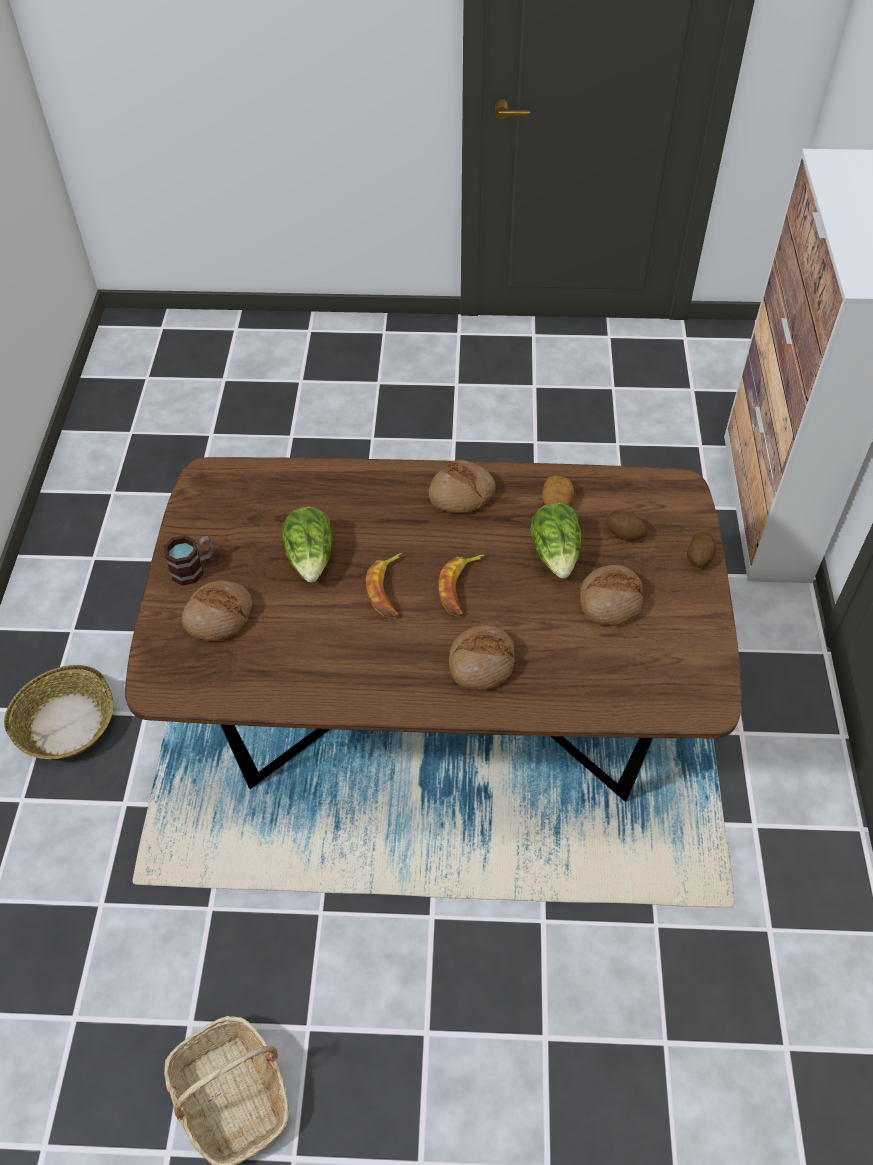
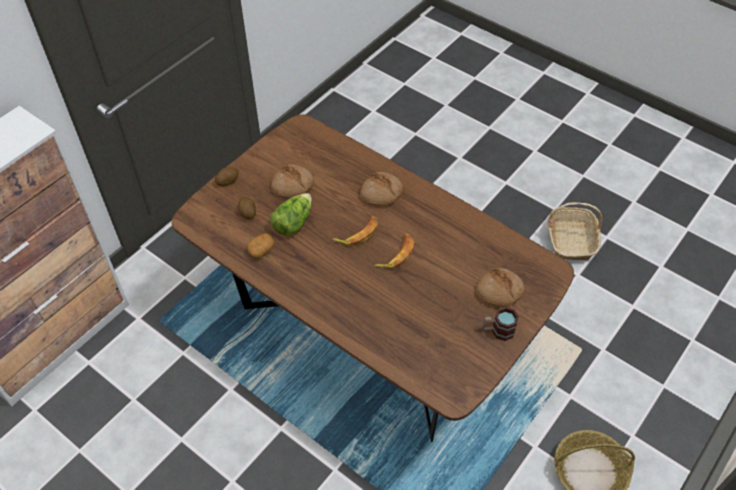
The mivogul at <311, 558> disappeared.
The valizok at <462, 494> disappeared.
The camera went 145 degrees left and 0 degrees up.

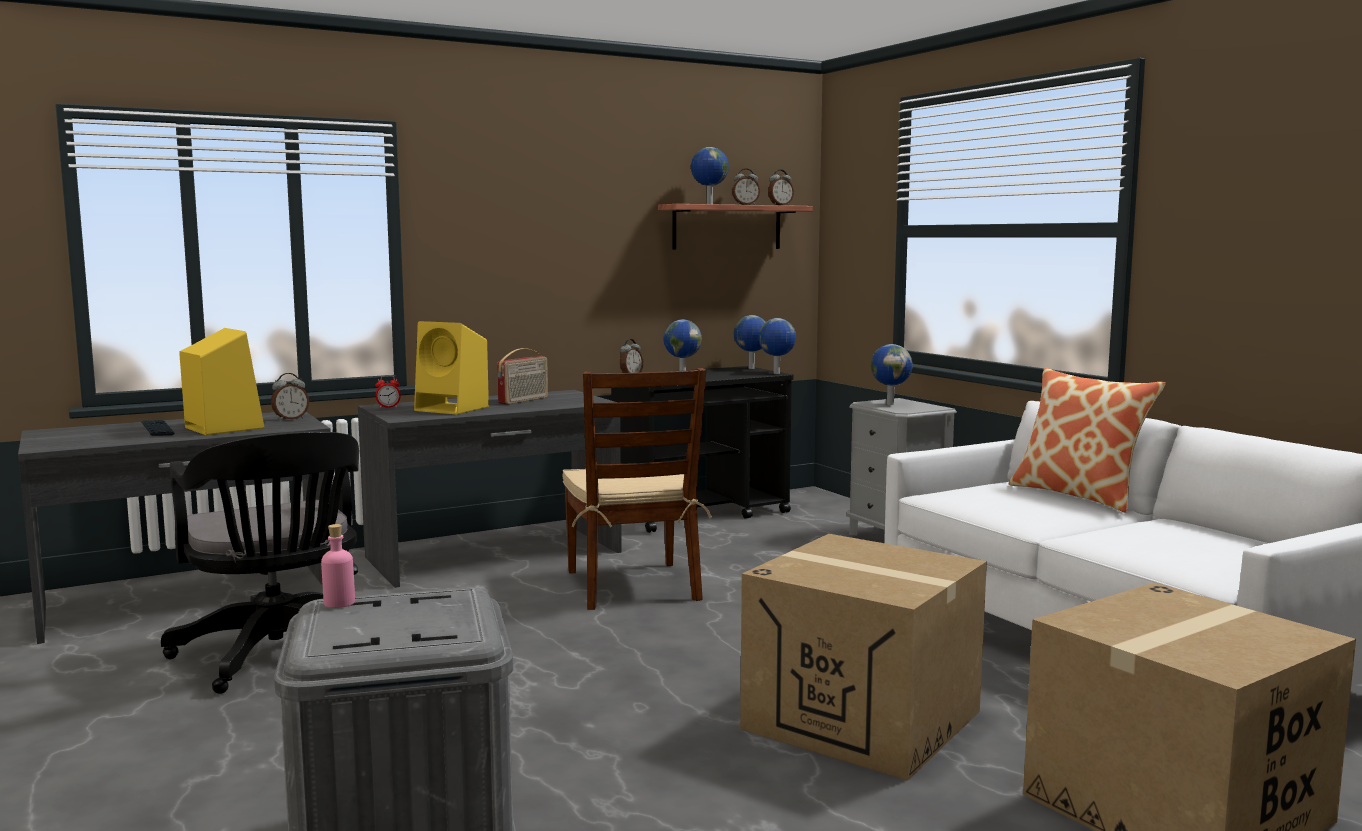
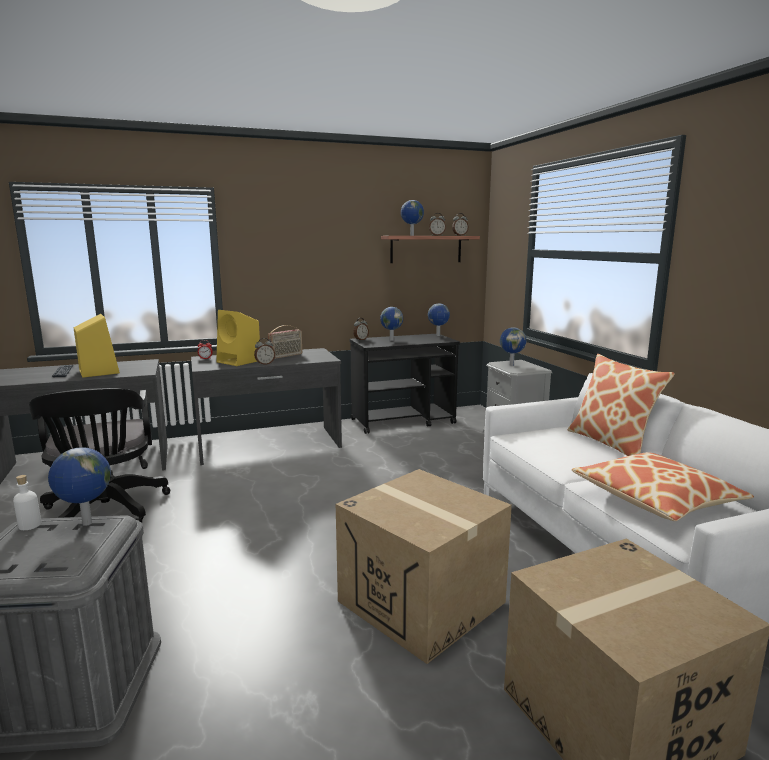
The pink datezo at <339, 603> became the white datezo at <30, 525>.
The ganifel moved from <776, 373> to <86, 523>.
The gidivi moved from <290, 419> to <265, 364>.
The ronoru at <655, 499> appeared.
The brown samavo at <633, 586> disappeared.
The camera went 10 degrees right and 5 degrees up.

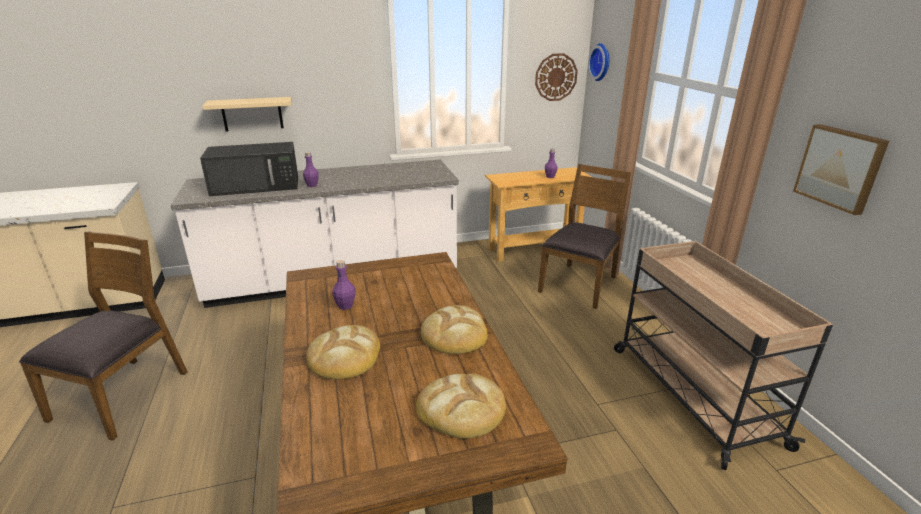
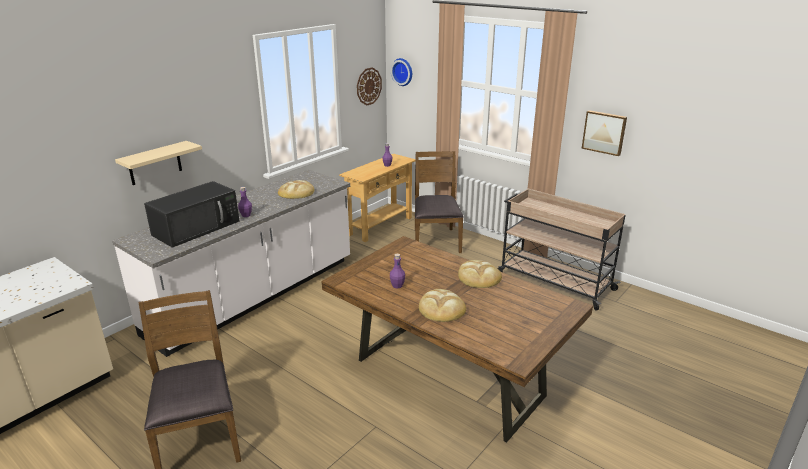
The valizok moved from <462, 409> to <296, 192>.
The camera went 35 degrees left and 0 degrees up.

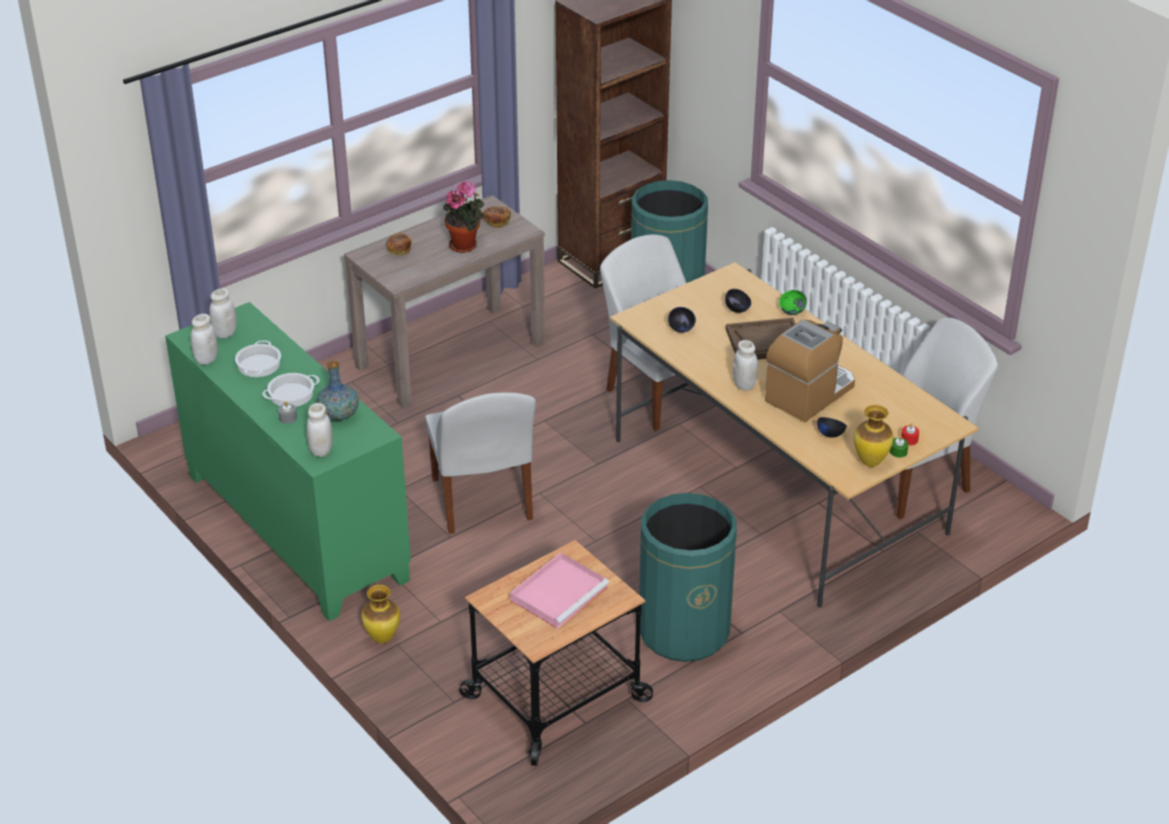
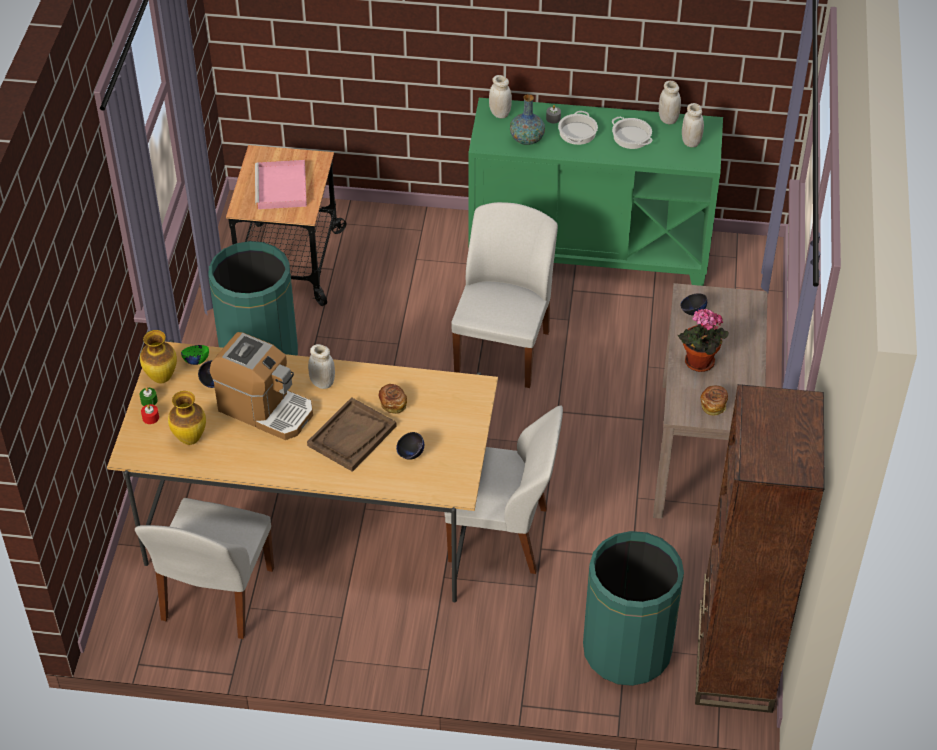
The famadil moved from <382, 638> to <190, 438>.
The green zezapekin moved from <792, 312> to <196, 360>.
The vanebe at <810, 393> turned 60 degrees counterclockwise.
The valizok moved from <399, 250> to <393, 403>.
The white samavo at <482, 501> turned 75 degrees clockwise.
The black zezapekin moved from <681, 329> to <692, 311>.
The camera went 135 degrees right and 10 degrees up.

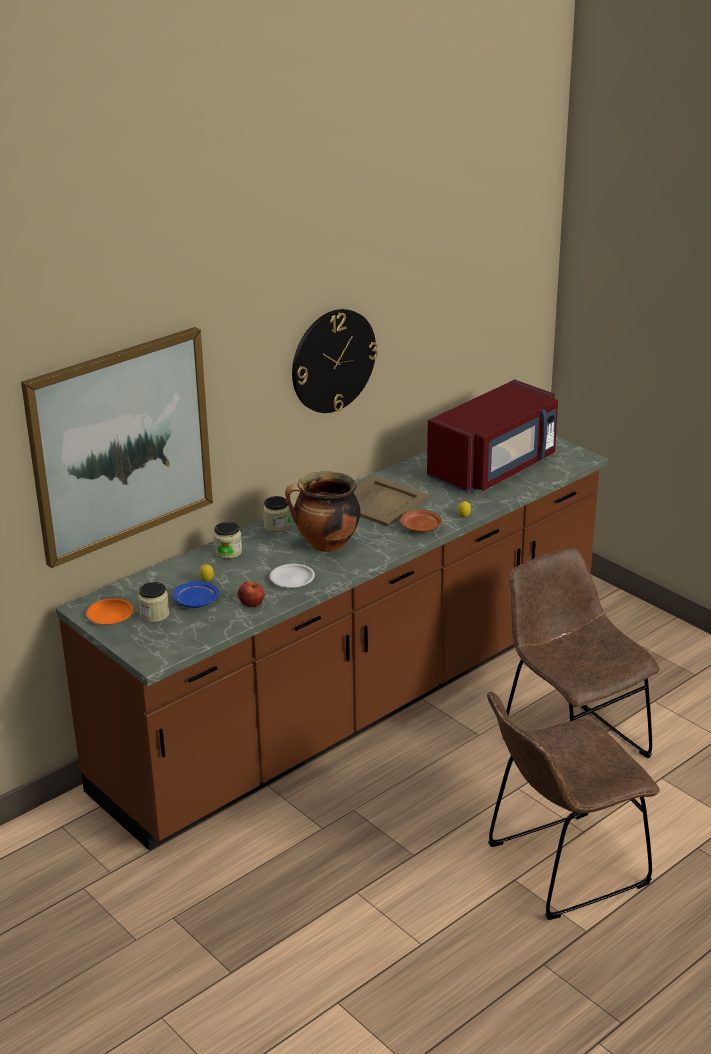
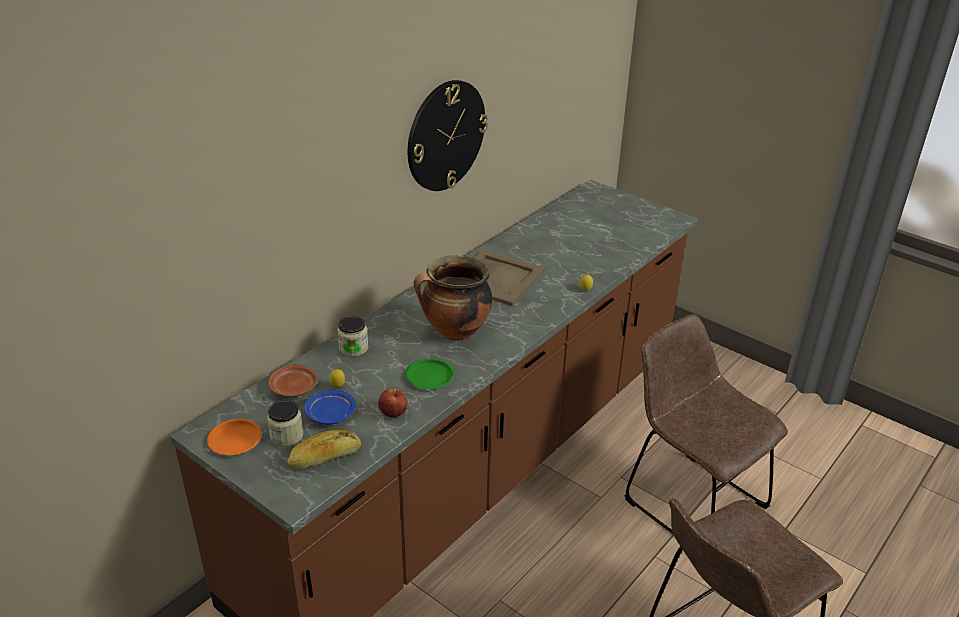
The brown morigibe moved from <421, 528> to <294, 388>.
The valizok at <325, 458> appeared.
The white morigibe at <292, 579> became the green morigibe at <429, 377>.
The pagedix at <121, 445> disappeared.
The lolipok at <277, 526> disappeared.
The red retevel at <494, 468> disappeared.
The camera went 10 degrees left and 5 degrees up.

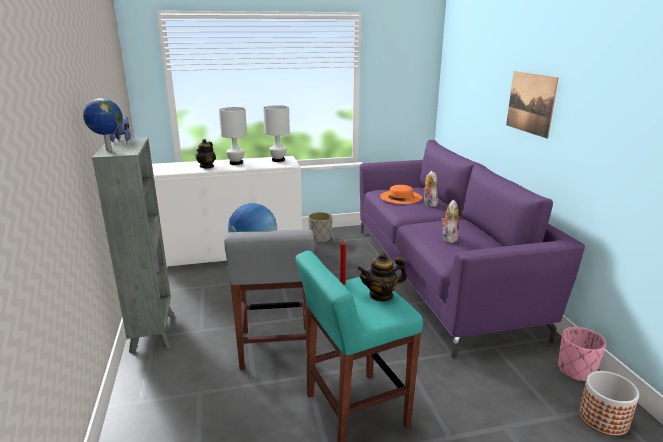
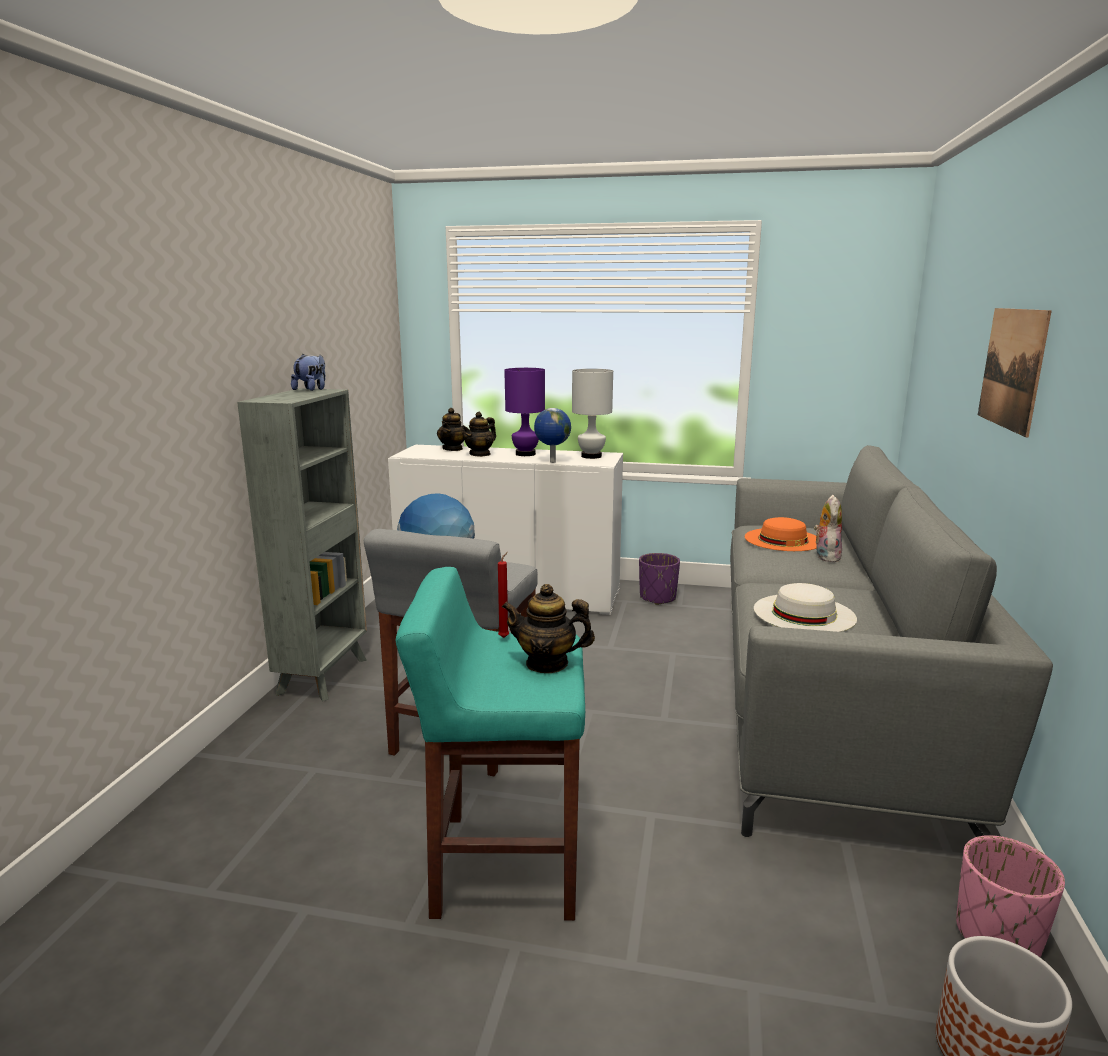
The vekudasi at <453, 449> appeared.
The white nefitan at <236, 163> became the purple nefitan at <525, 454>.
The ganifel moved from <108, 150> to <552, 462>.
The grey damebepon at <320, 238> became the purple damebepon at <658, 598>.
The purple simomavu at <439, 276> became the grey simomavu at <824, 694>.
The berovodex at <448, 238> was replaced by the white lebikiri at <804, 613>.
The camera went 25 degrees right and 5 degrees down.

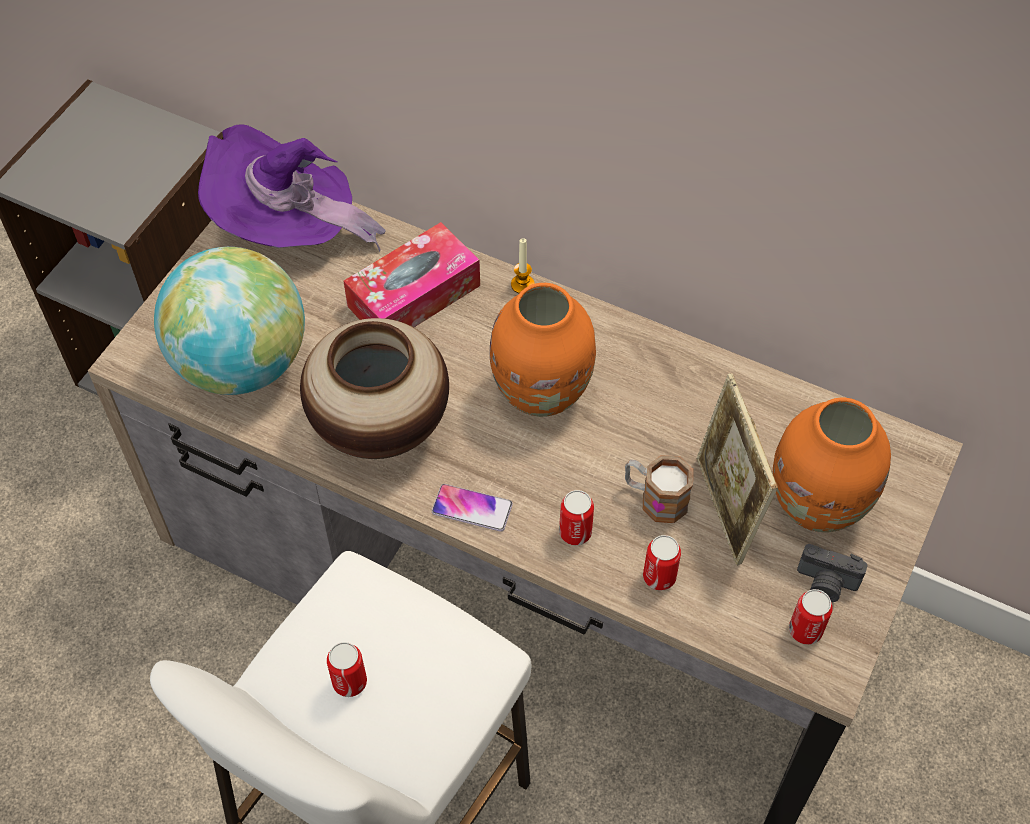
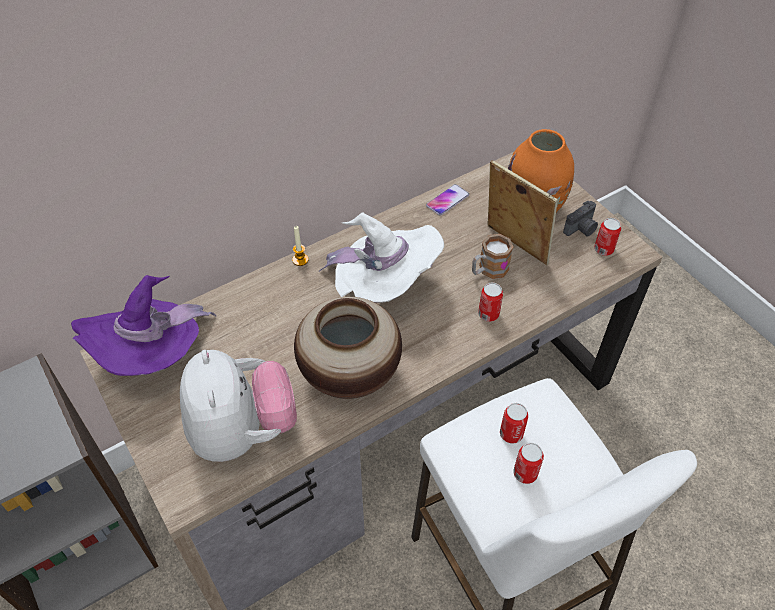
The ganifel at <241, 364> was replaced by the berovodex at <242, 431>.
The orange famadil at <542, 393> was replaced by the white lebikiri at <384, 286>.
The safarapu moved from <472, 508> to <447, 200>.
The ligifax at <724, 510> turned 150 degrees counterclockwise.
The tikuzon moved from <659, 577> to <511, 434>.
The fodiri at <414, 296> disappeared.
The camera went 60 degrees left and 5 degrees down.

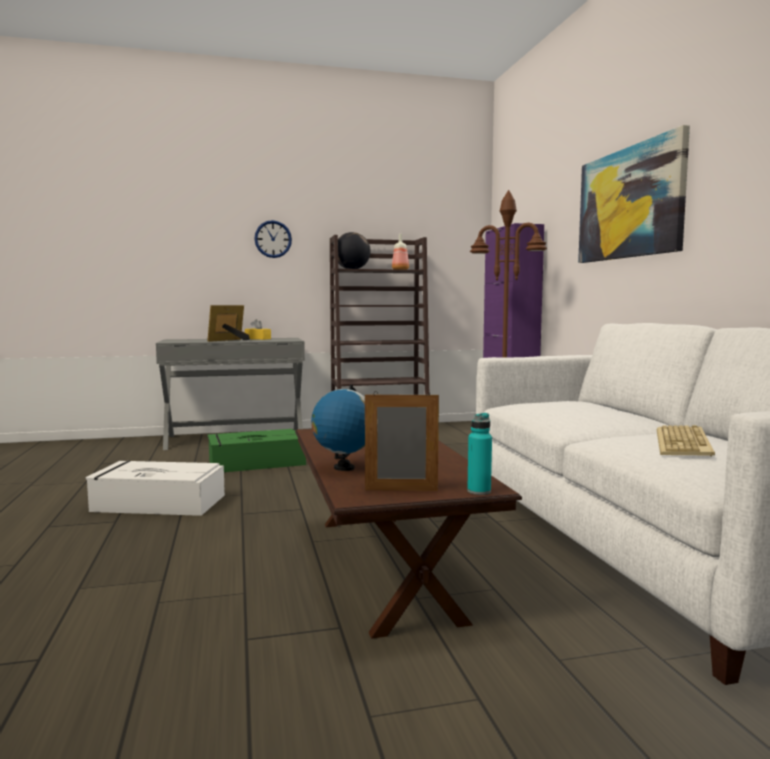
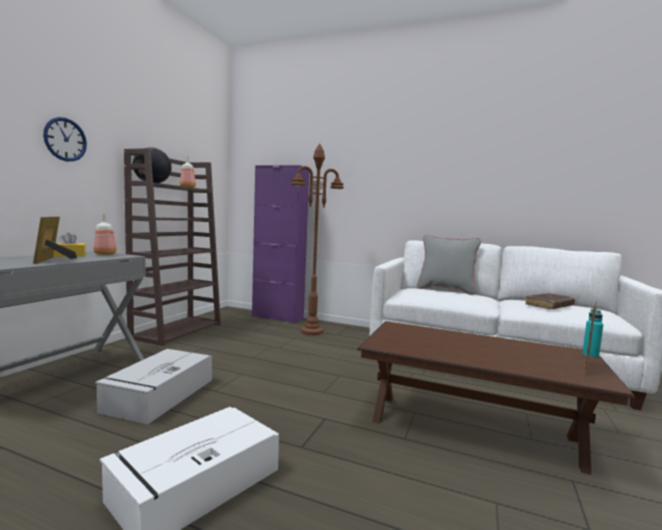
The datezo at <106, 254> appeared.
The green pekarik at <255, 463> became the grey pekarik at <159, 395>.
The grey ronoru at <446, 290> appeared.
The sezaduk at <684, 443> was replaced by the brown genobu at <549, 306>.
The ganifel at <343, 468> disappeared.
The pagedix at <629, 203> disappeared.
The camera went 55 degrees left and 0 degrees up.

